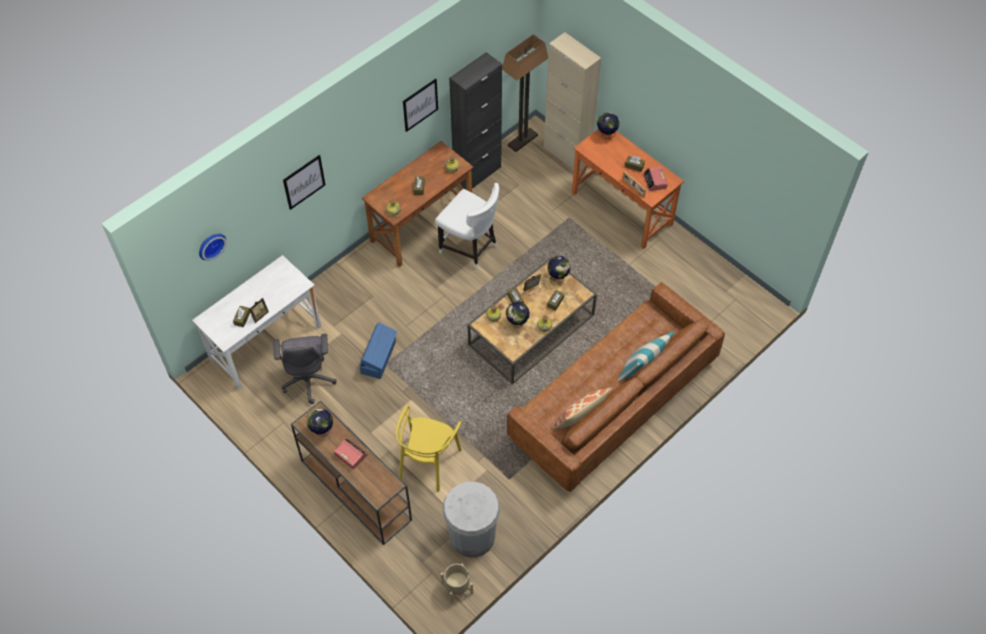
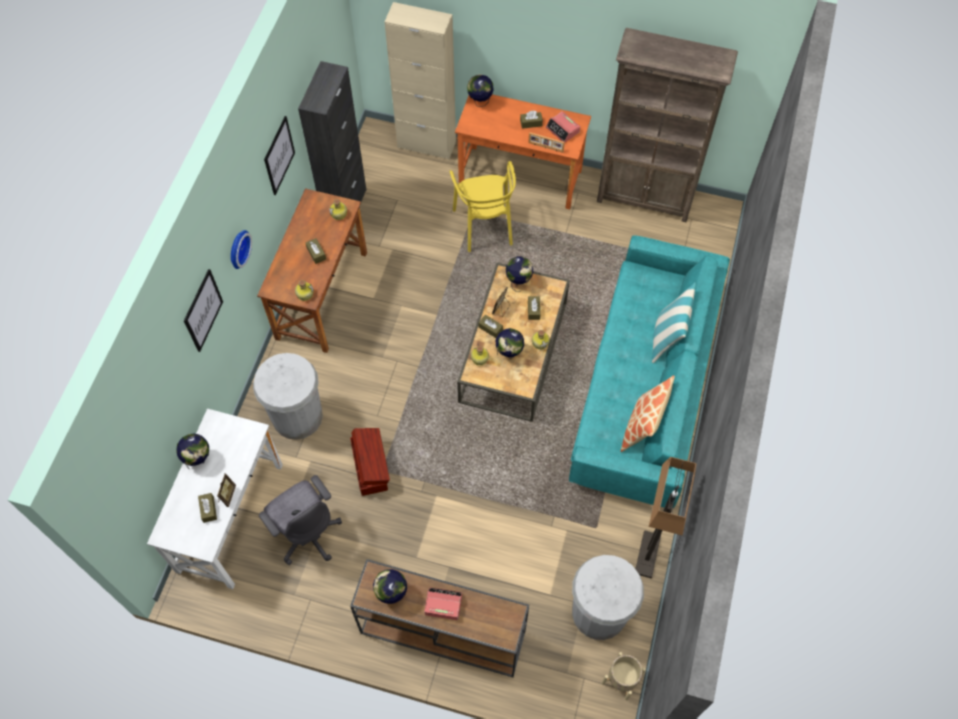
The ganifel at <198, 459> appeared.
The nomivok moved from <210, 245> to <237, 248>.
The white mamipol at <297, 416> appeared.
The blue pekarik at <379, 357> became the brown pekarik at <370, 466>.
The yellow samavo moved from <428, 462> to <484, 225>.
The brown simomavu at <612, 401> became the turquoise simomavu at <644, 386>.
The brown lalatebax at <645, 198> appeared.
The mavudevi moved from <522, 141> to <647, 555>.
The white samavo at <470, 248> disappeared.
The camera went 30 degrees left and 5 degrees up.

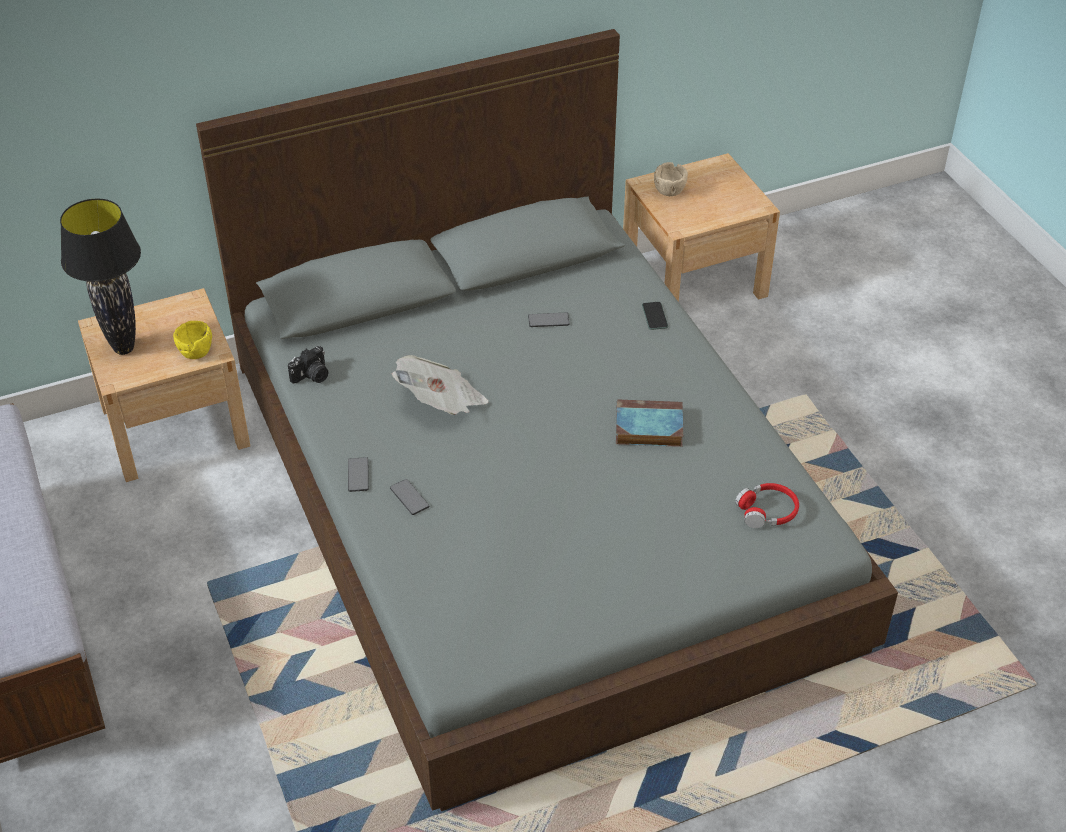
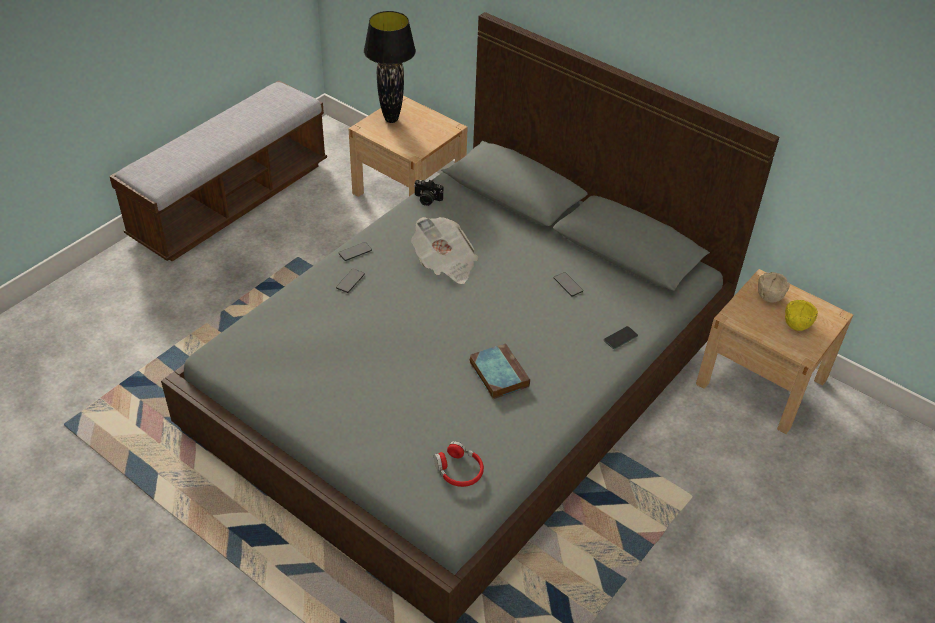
The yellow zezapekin moved from <196, 351> to <797, 324>.
The camera went 60 degrees right and 0 degrees up.

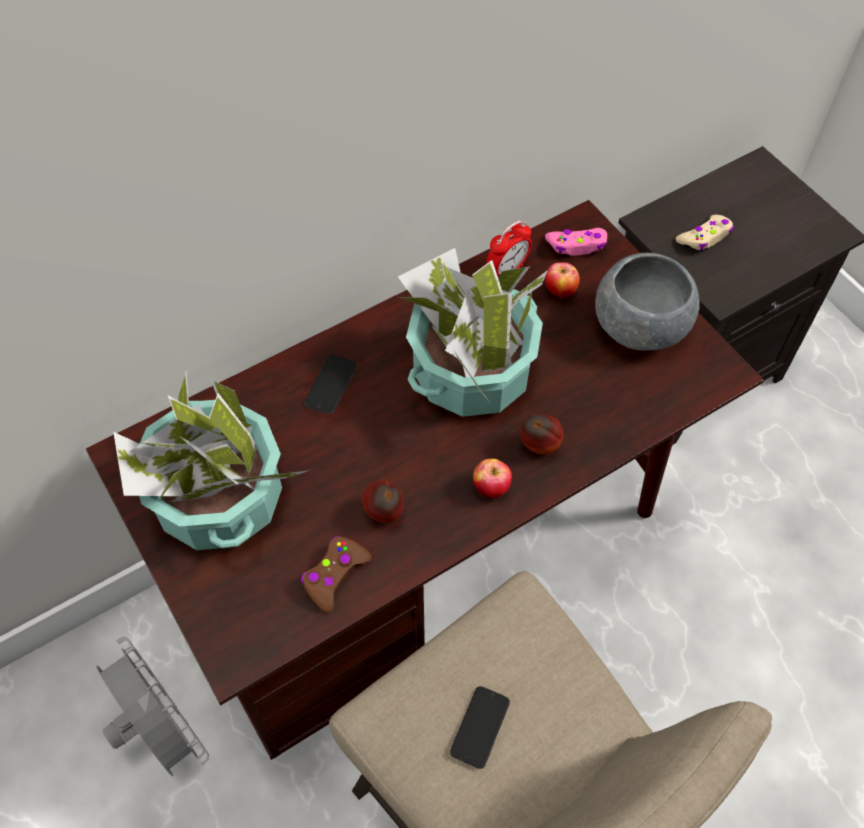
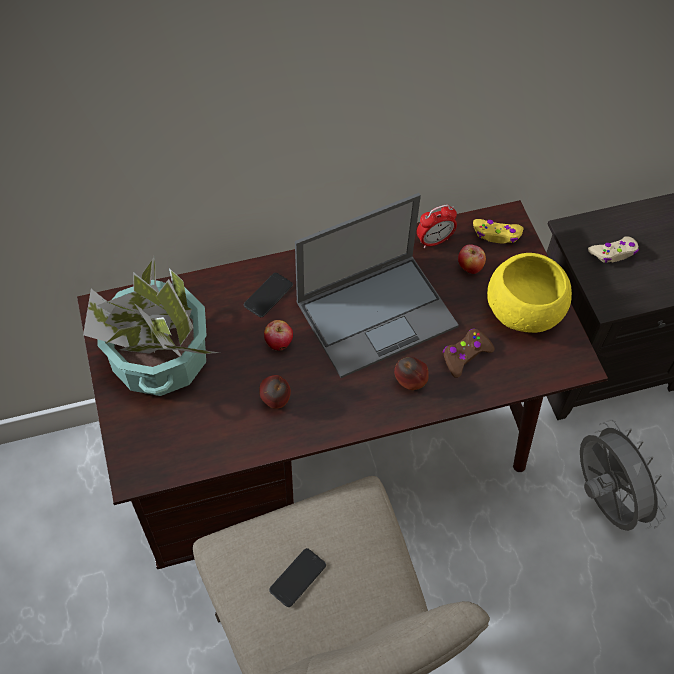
The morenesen moved from <491, 488> to <279, 343>.
The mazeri at <471, 373> was replaced by the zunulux at <378, 313>.
The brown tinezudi moved from <334, 575> to <465, 355>.
The pink tinezudi at <577, 245> became the yellow tinezudi at <496, 234>.
The grey zezapekin at <640, 326> became the yellow zezapekin at <524, 311>.
The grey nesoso moved from <163, 731> to <602, 500>.
The camera went 15 degrees right and 0 degrees up.

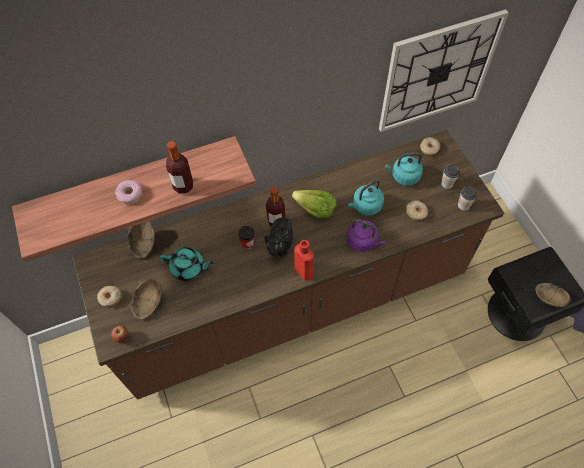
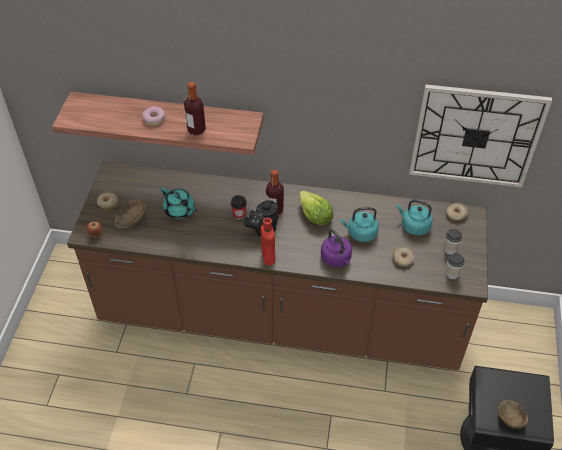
The brown zezapekin at <142, 244> disappeared.
The camera went 30 degrees right and 10 degrees down.

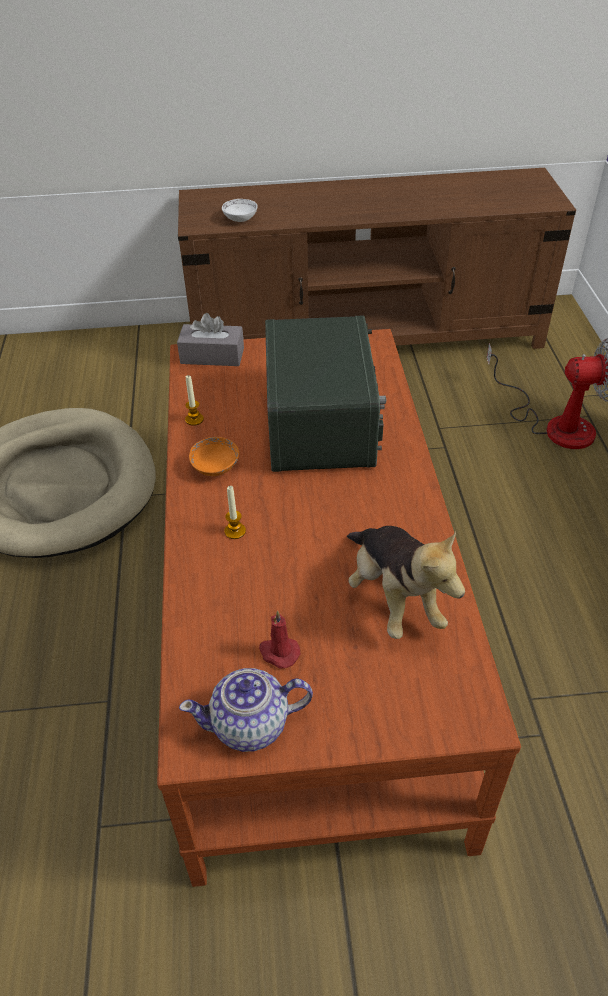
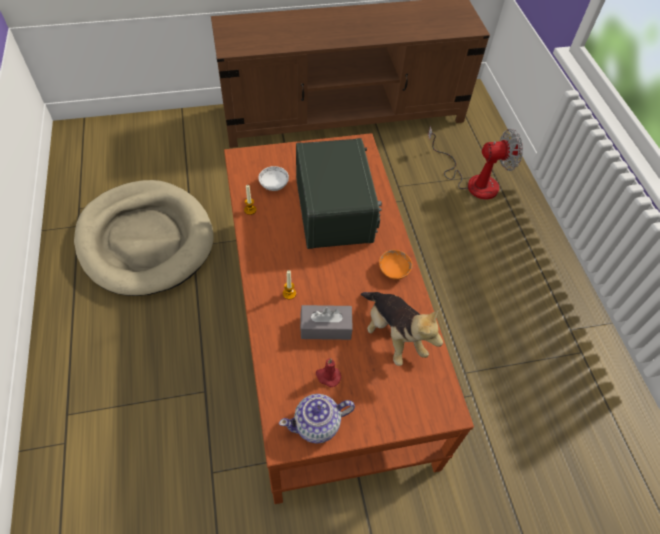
The white zezapekin moved from <240, 219> to <274, 184>.
The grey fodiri moved from <212, 356> to <325, 327>.
The orange zezapekin moved from <215, 467> to <394, 270>.
The camera went 10 degrees left and 10 degrees up.

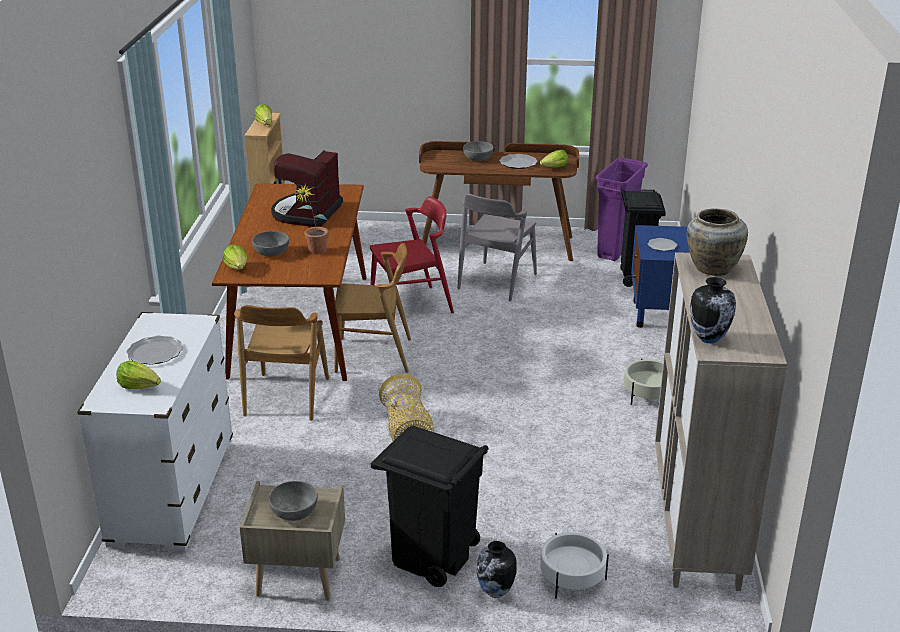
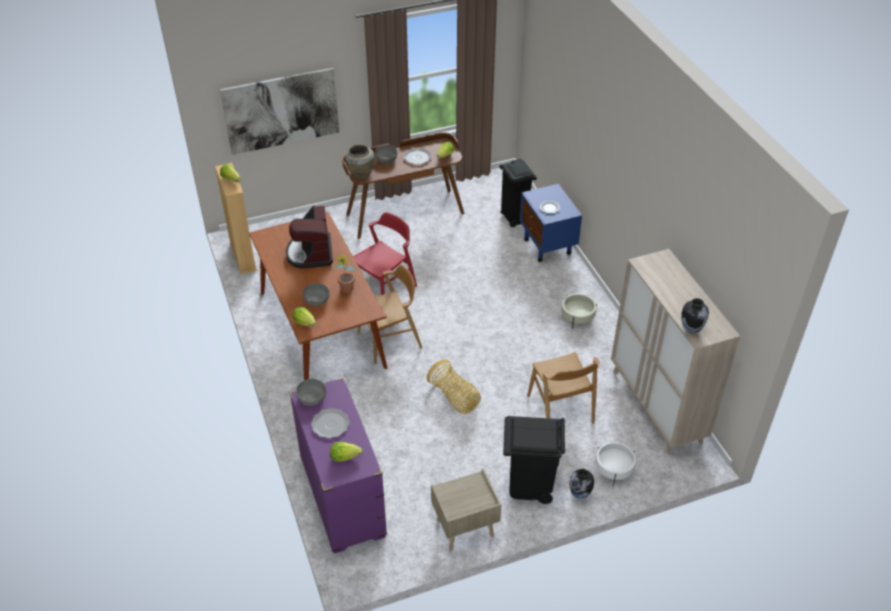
The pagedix at <281, 110> appeared.
The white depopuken at <173, 492> became the purple depopuken at <342, 497>.
The grey zezapekin moved from <294, 511> to <312, 398>.
The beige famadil moved from <712, 268> to <360, 173>.
The brown samavo moved from <286, 397> to <560, 409>.
The grey samavo at <496, 281> disappeared.
The purple mamipol at <615, 250> disappeared.
The camera went 25 degrees left and 15 degrees up.

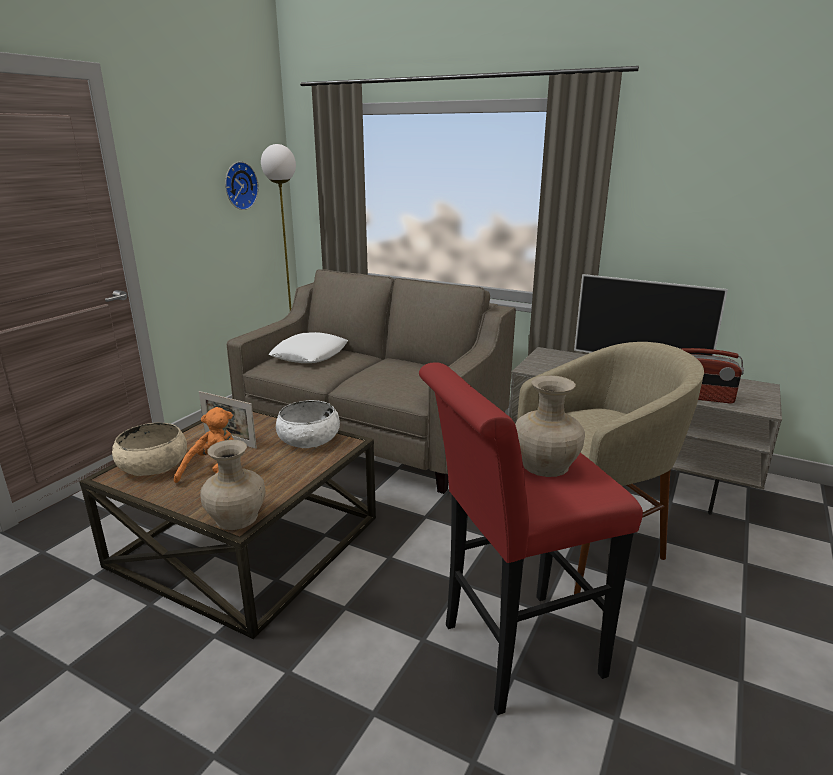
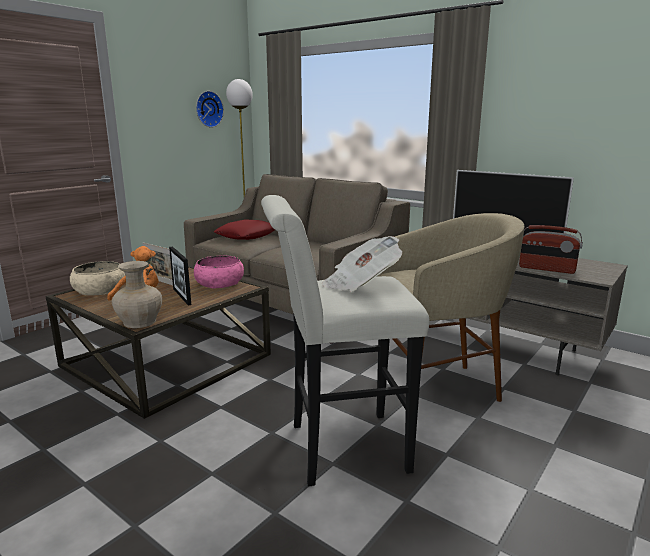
The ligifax at <181, 296> appeared.
The white zezapekin at <309, 438> became the pink zezapekin at <219, 283>.
The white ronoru at <310, 355> became the red ronoru at <247, 235>.
The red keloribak at <511, 652> became the white keloribak at <338, 448>.
The beige famadil at <545, 465> was replaced by the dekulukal at <360, 283>.
The camera went 10 degrees right and 5 degrees down.

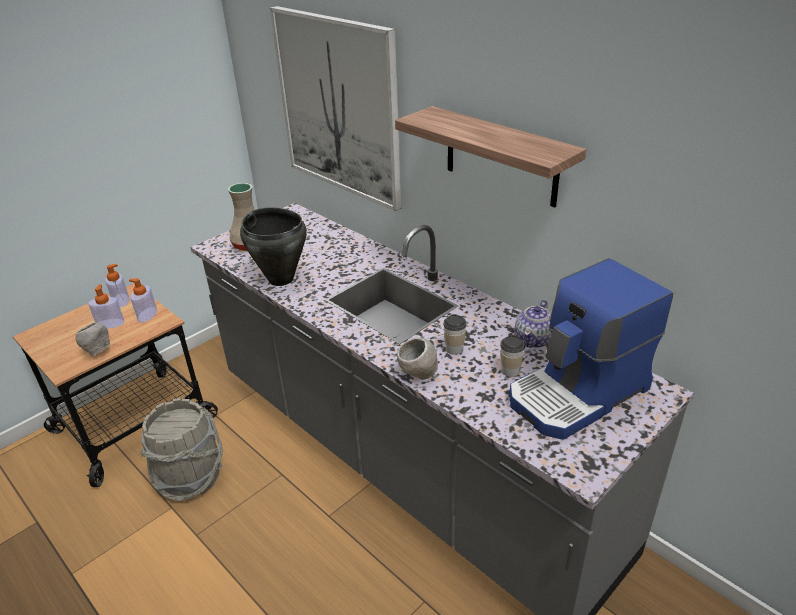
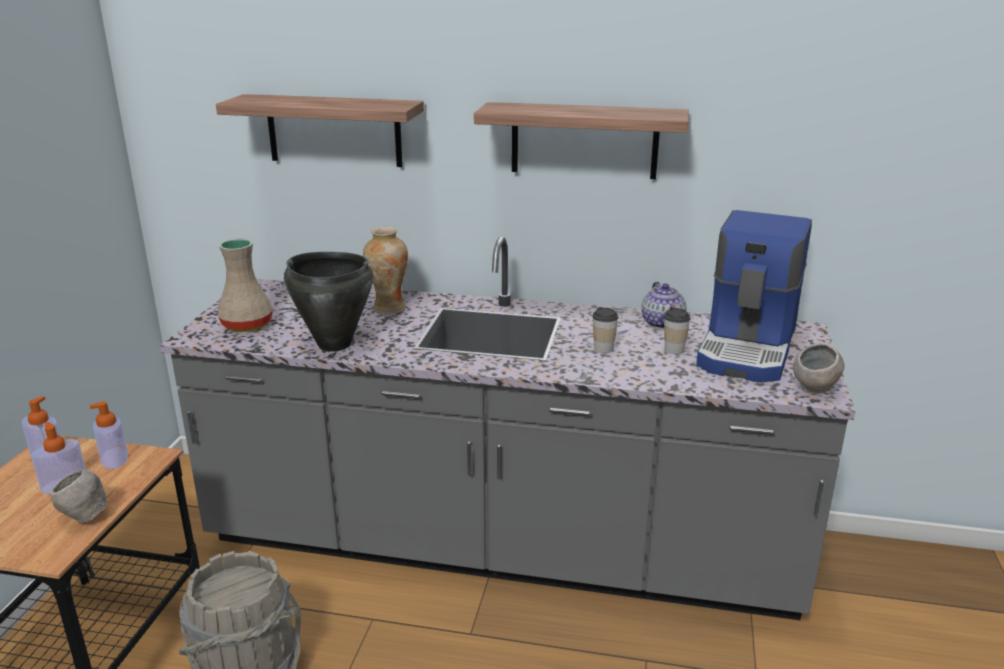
The pagedix at <338, 107> was replaced by the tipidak at <334, 130>.
The famadil at <389, 308> appeared.
The grey zezapekin moved from <418, 375> to <814, 391>.
The camera went 35 degrees left and 10 degrees down.

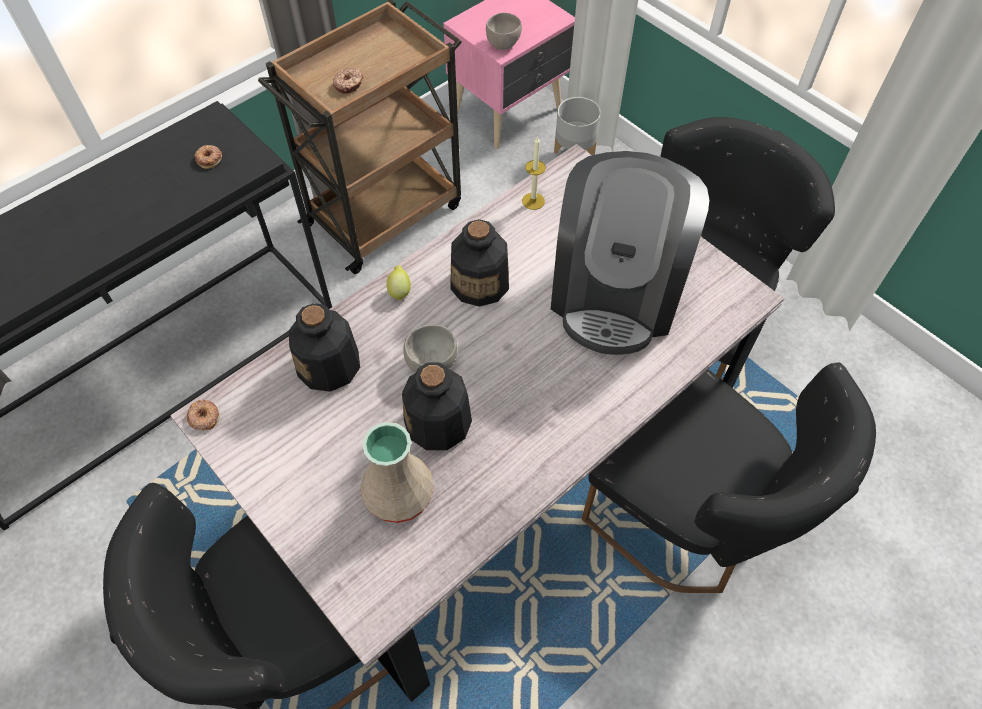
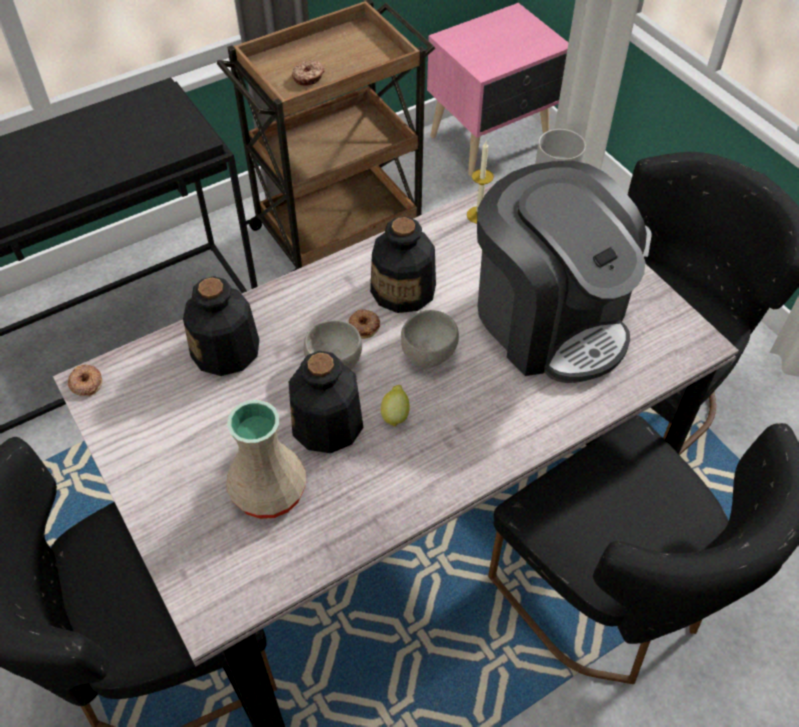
The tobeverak moved from <209, 158> to <364, 326>.
The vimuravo moved from <399, 291> to <395, 414>.
The grey zezapekin moved from <502, 43> to <427, 354>.
The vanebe at <616, 293> turned 60 degrees counterclockwise.
The camera went 10 degrees right and 5 degrees down.

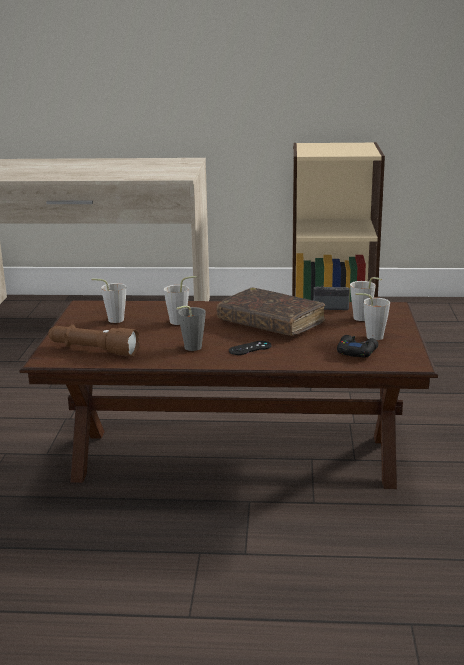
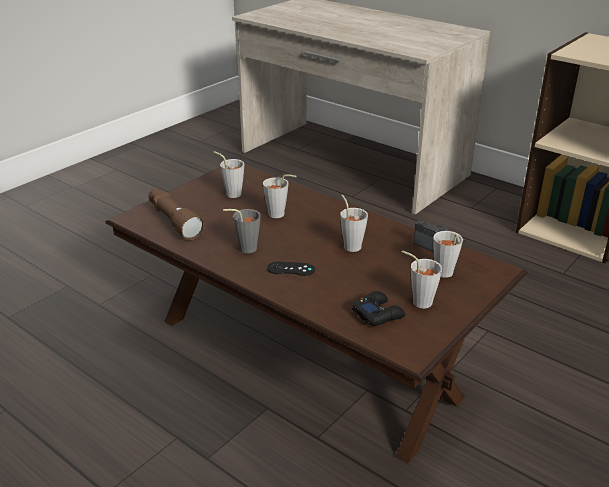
The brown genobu at <270, 322> was replaced by the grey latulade at <351, 245>.
The camera went 35 degrees right and 10 degrees up.

